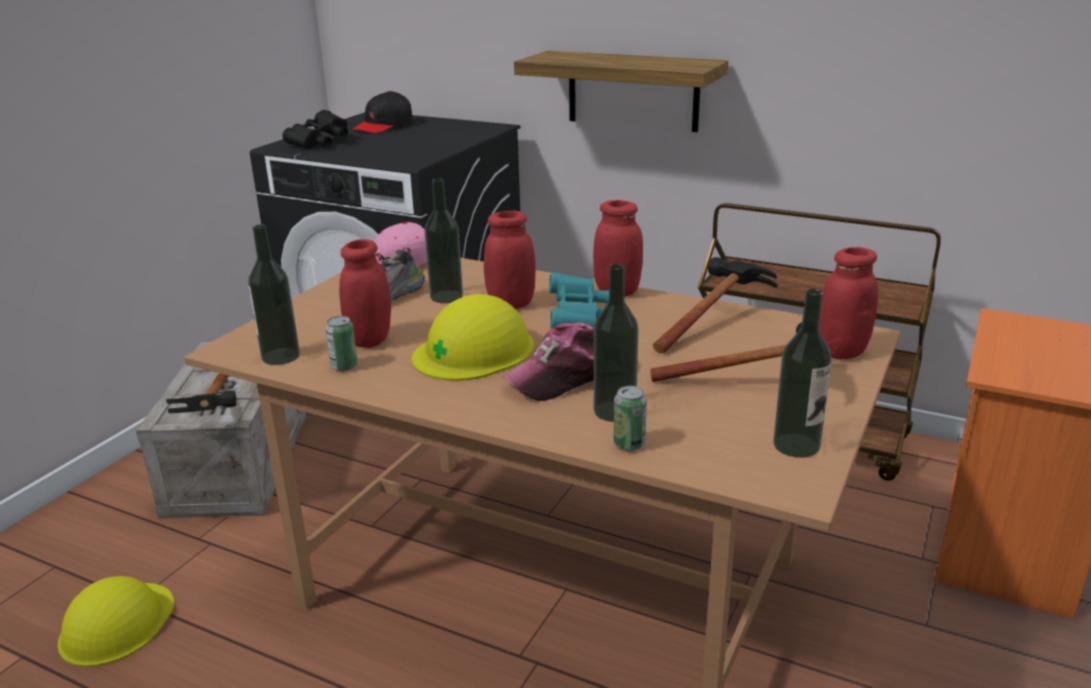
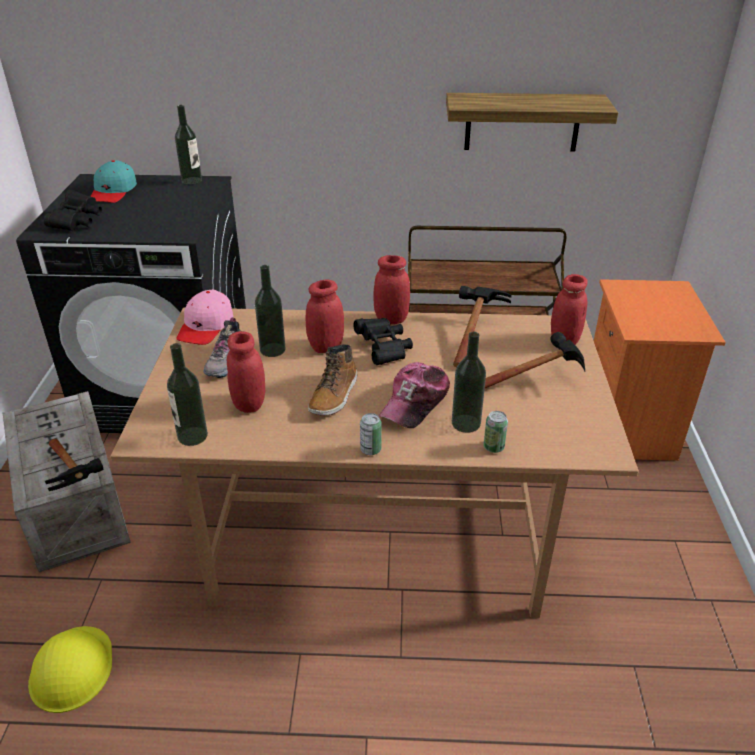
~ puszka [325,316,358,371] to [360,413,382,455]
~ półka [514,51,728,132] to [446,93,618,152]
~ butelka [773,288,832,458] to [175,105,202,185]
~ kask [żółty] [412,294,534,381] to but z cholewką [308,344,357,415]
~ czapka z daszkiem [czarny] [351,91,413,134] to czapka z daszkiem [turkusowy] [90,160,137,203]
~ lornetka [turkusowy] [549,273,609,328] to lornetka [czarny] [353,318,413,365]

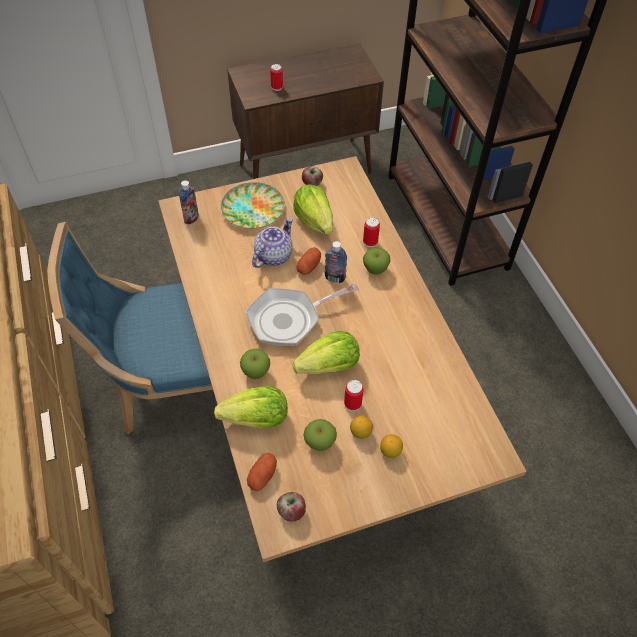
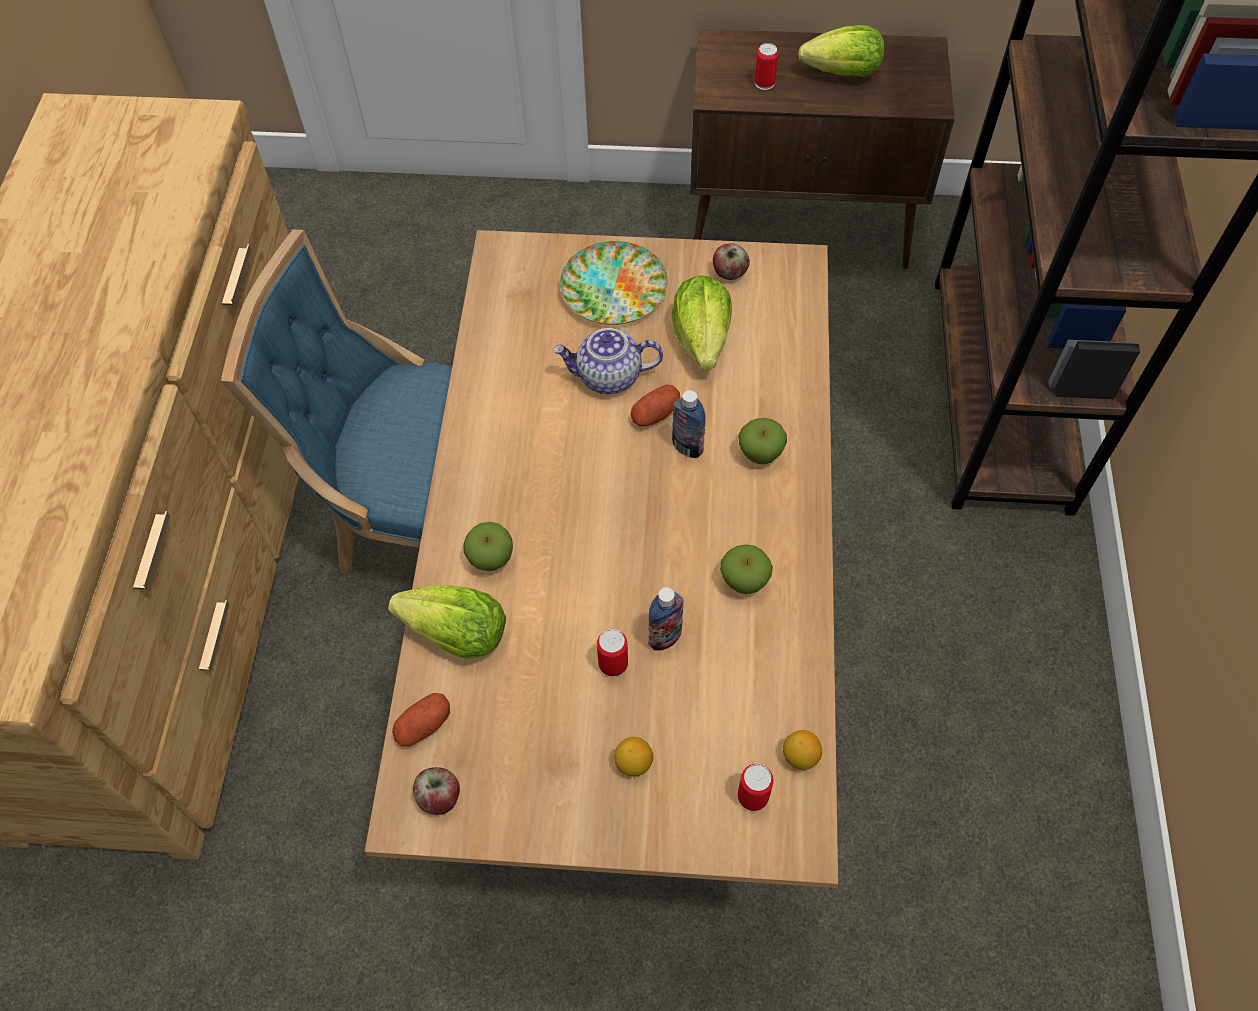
- patelnia [246,283,359,346]
~ butelka [179,180,199,225] to [648,587,684,651]
~ sałata [293,331,360,374] to [798,25,884,77]
~ jabłko [303,419,337,451] to [720,544,773,594]
~ cytryna [350,415,373,439] to [783,730,822,770]
~ puszka [363,217,380,247] to [738,764,774,811]
~ imbryk [252,218,293,268] = [553,328,663,394] 150 degrees counterclockwise

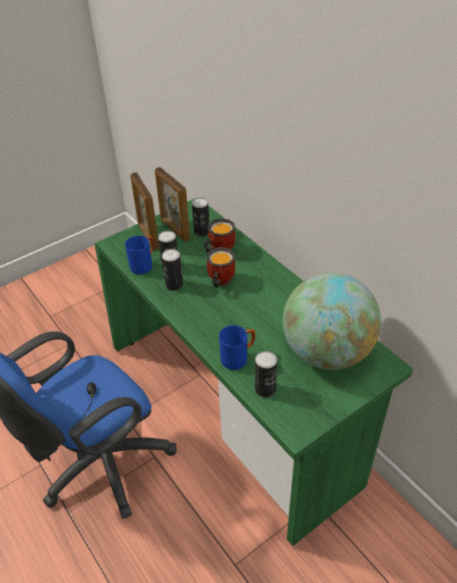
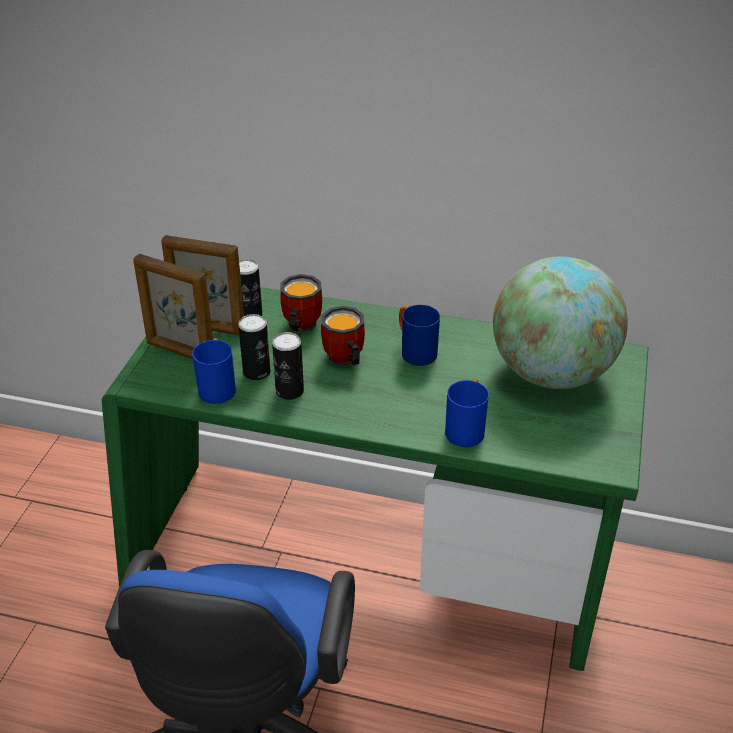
- puszka [255,351,277,397]
+ kubek [niebieski] [399,305,440,366]

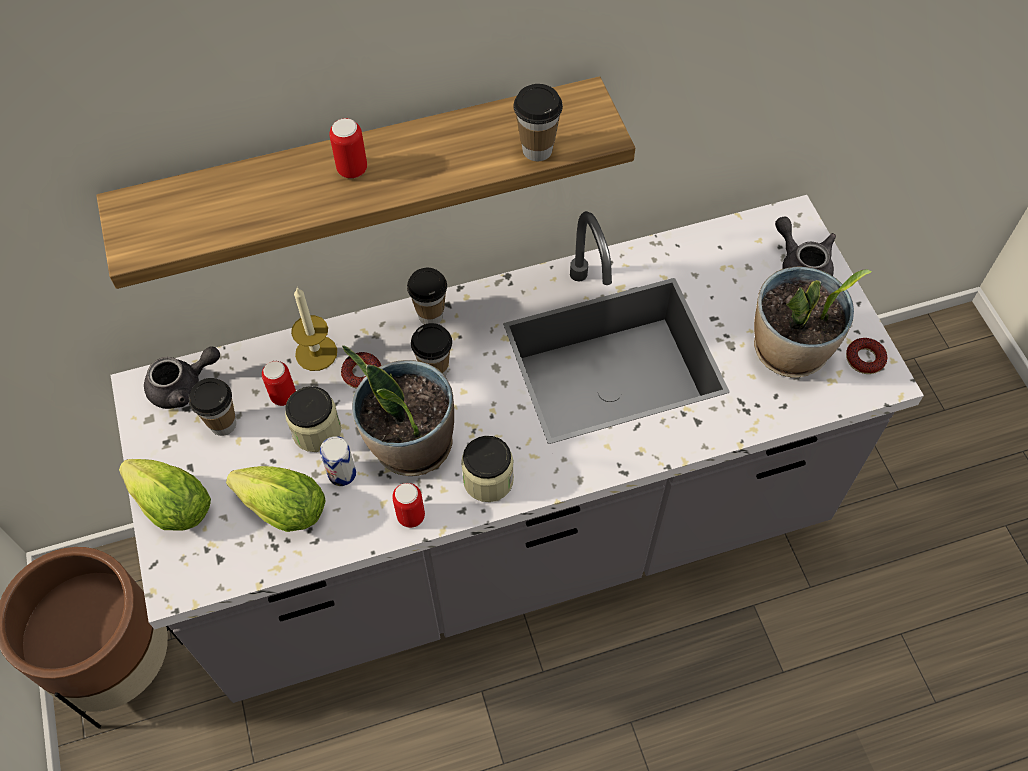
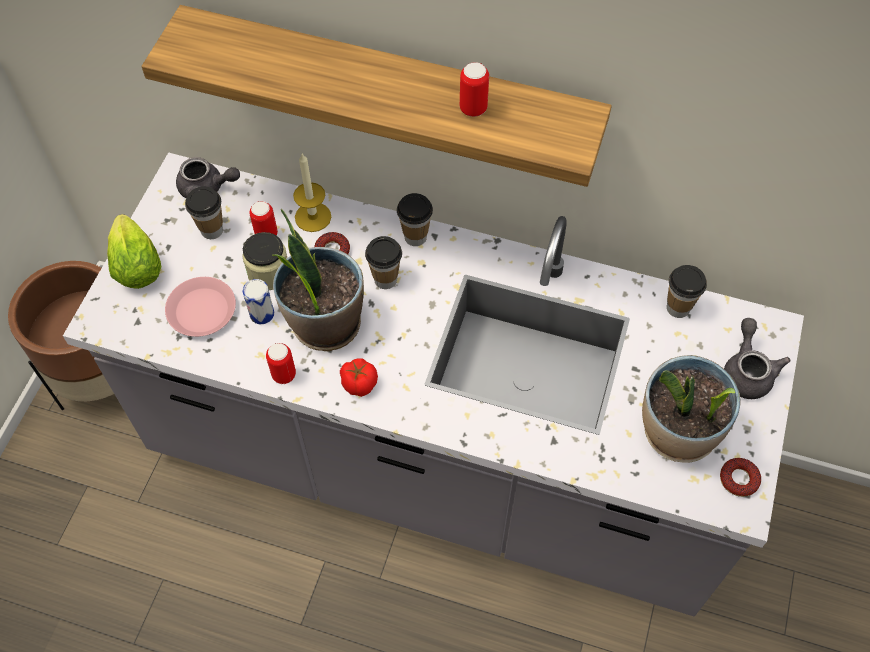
~ puszka [329,118,367,179] to [460,62,489,117]
~ filiżanka [513,84,563,161] to [667,265,707,318]
~ sałata [226,466,326,532] to talerz [różowy] [165,277,236,337]
~ słoik [461,436,514,502] to pomidor [340,358,378,397]

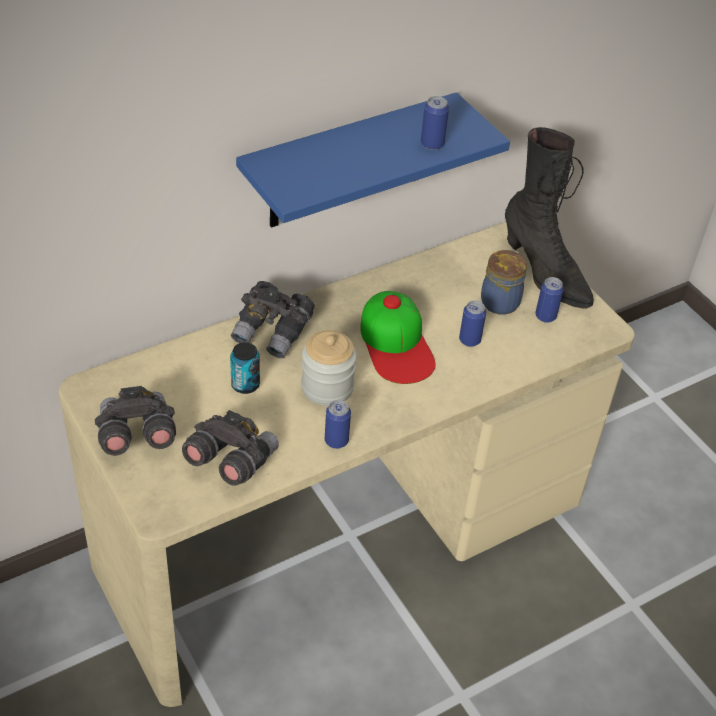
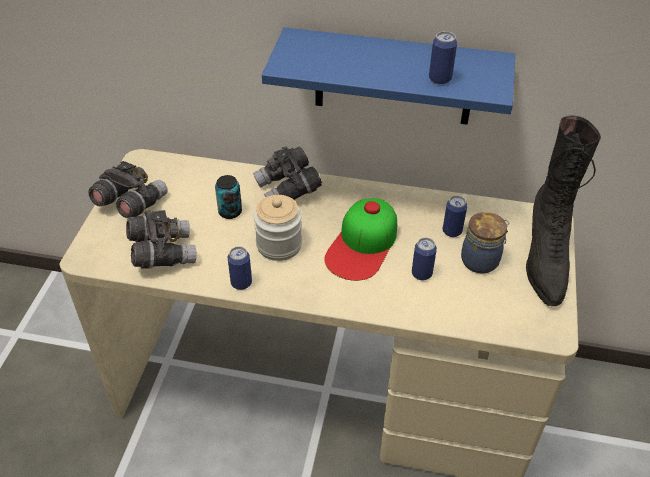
~ puszka [535,277,564,323] to [443,195,467,237]

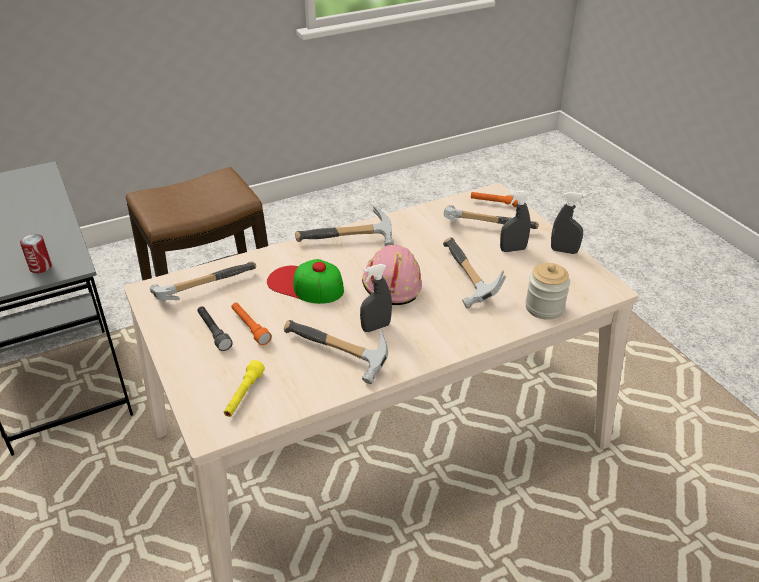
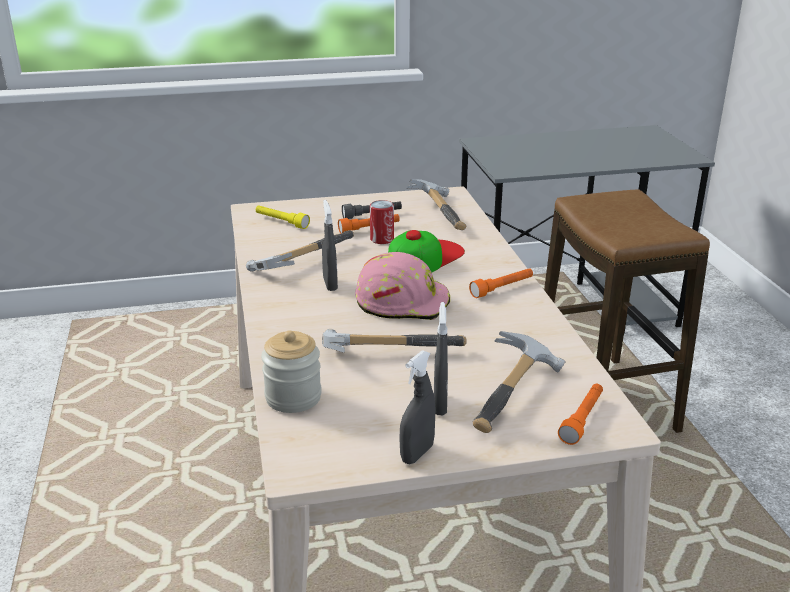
~ puszka [20,234,52,273] to [370,200,394,244]
~ młotek [295,206,394,246] to latarka [pomarańczowy] [469,268,533,298]

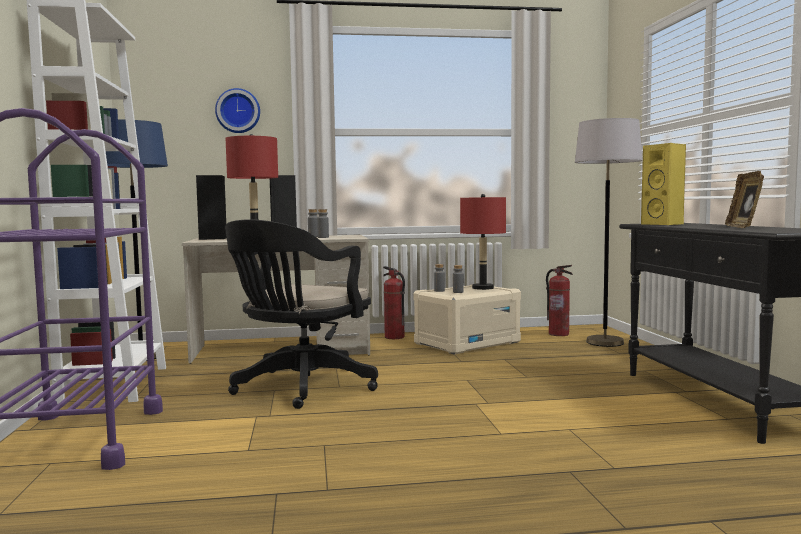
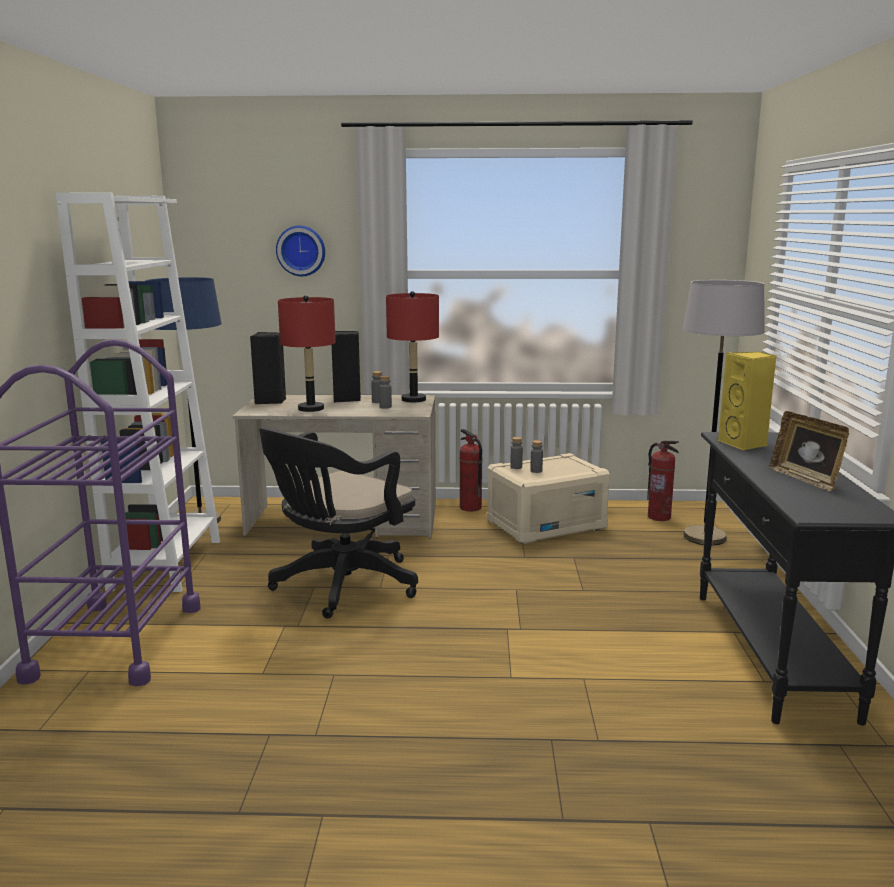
~ lampa stołowa [czerwony] [460,194,506,290] to [386,291,439,402]
~ ramka na zdjęcie [725,171,764,228] = [769,411,849,491] 45 degrees counterclockwise

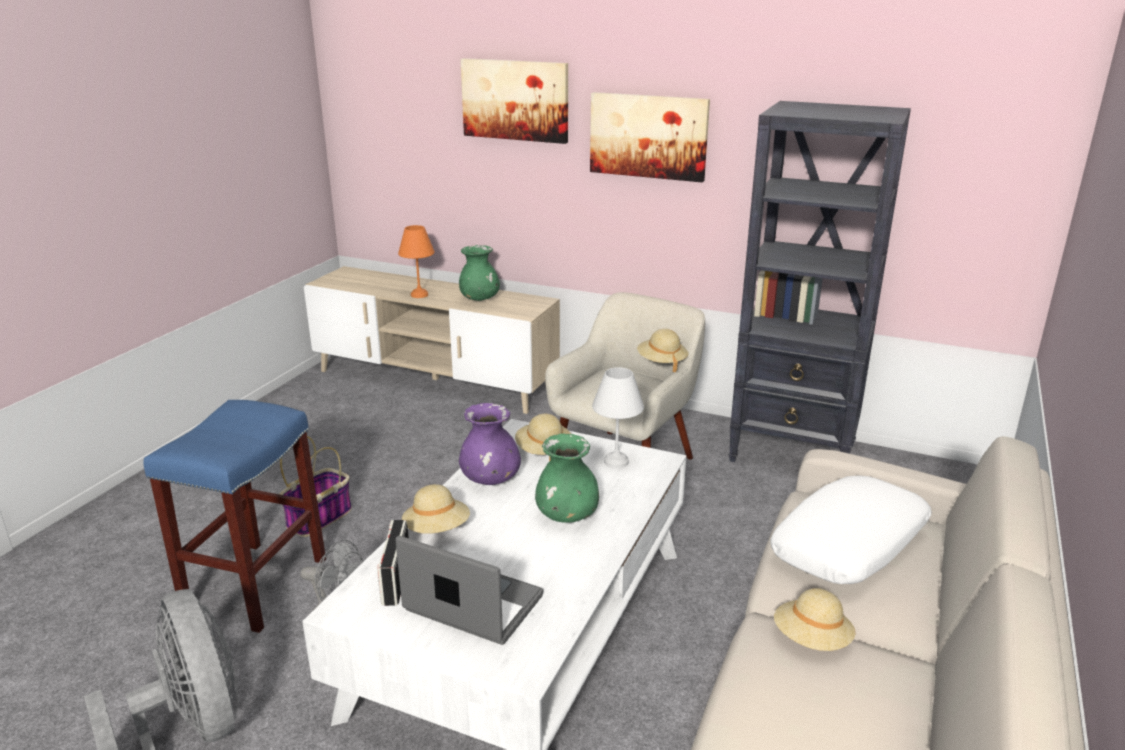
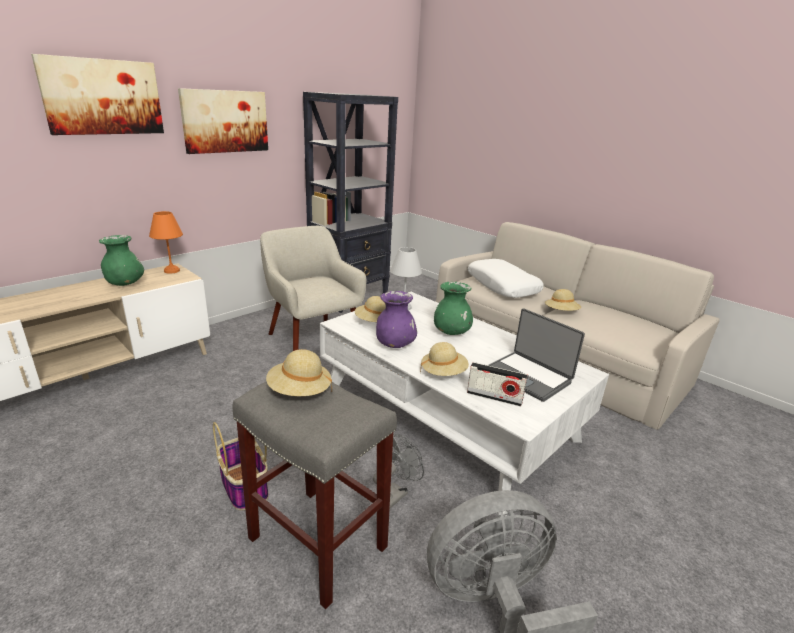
~ lampa stołowa [pomarańczowy] [398,225,435,298] to [149,211,183,274]
~ kapelusz [beżowy] [637,329,689,372] to [266,349,332,396]
~ stołek [niebieski] [144,400,326,633] to stołek [szary] [232,381,397,609]
~ laptop [395,536,543,645] = [488,308,585,402] 90 degrees counterclockwise

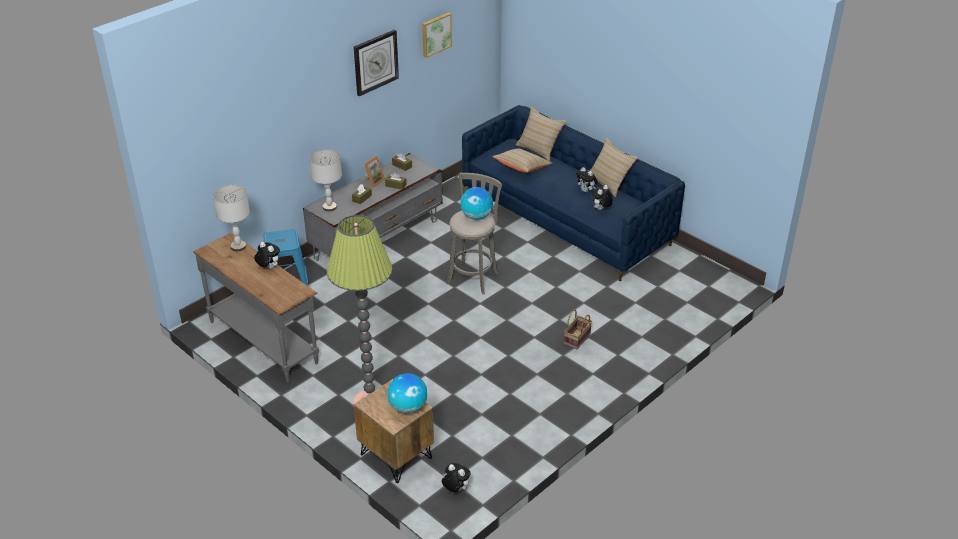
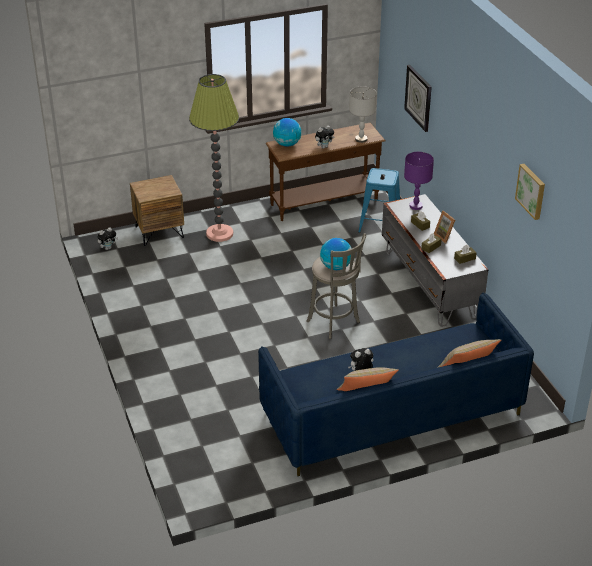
- poduszka [beżowy] [492,148,553,173]
- koszyk [564,309,592,350]
- pluszak [592,185,613,210]
~ zegar ścienny [354,30,399,96] to [404,65,432,132]
~ globus [388,373,427,413] to [273,118,301,147]
~ stolik konsolowy [szary] [193,233,319,382] to stolik konsolowy [brązowy] [266,123,386,221]
~ lampa stołowa [szary] [309,149,342,211] to lampa stołowa [fioletowy] [404,152,434,210]

